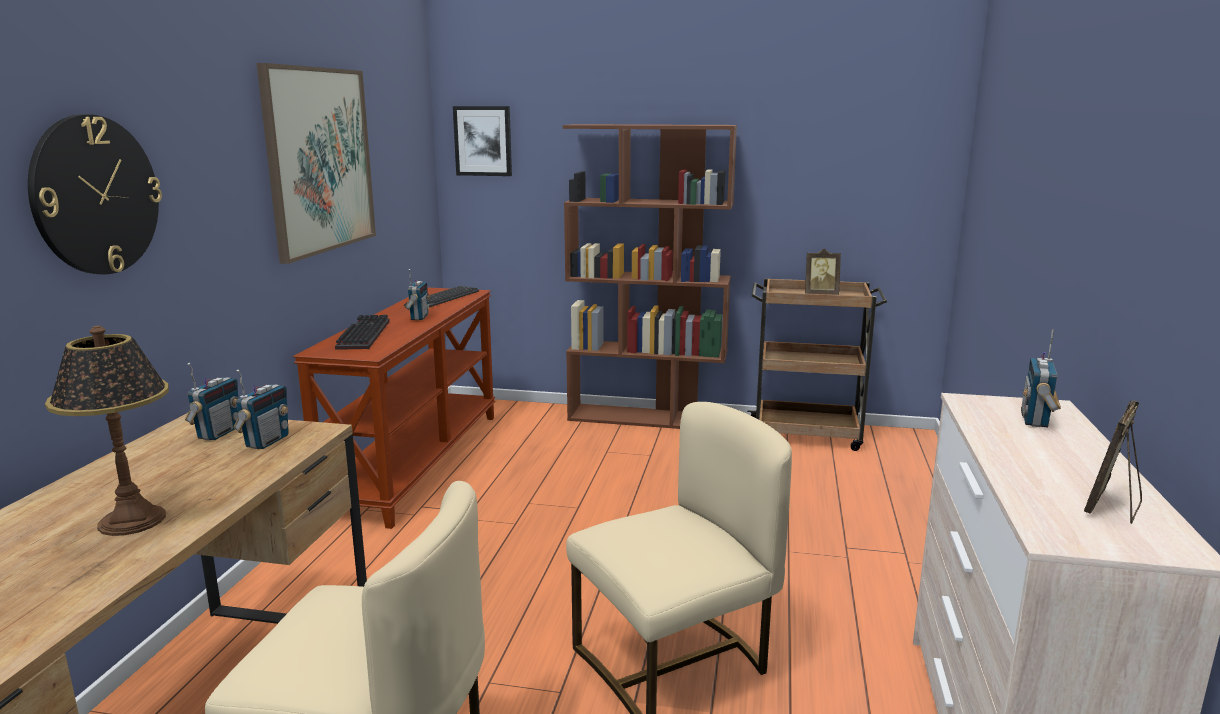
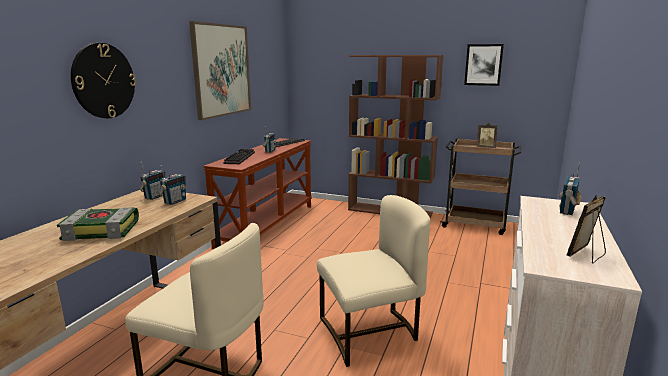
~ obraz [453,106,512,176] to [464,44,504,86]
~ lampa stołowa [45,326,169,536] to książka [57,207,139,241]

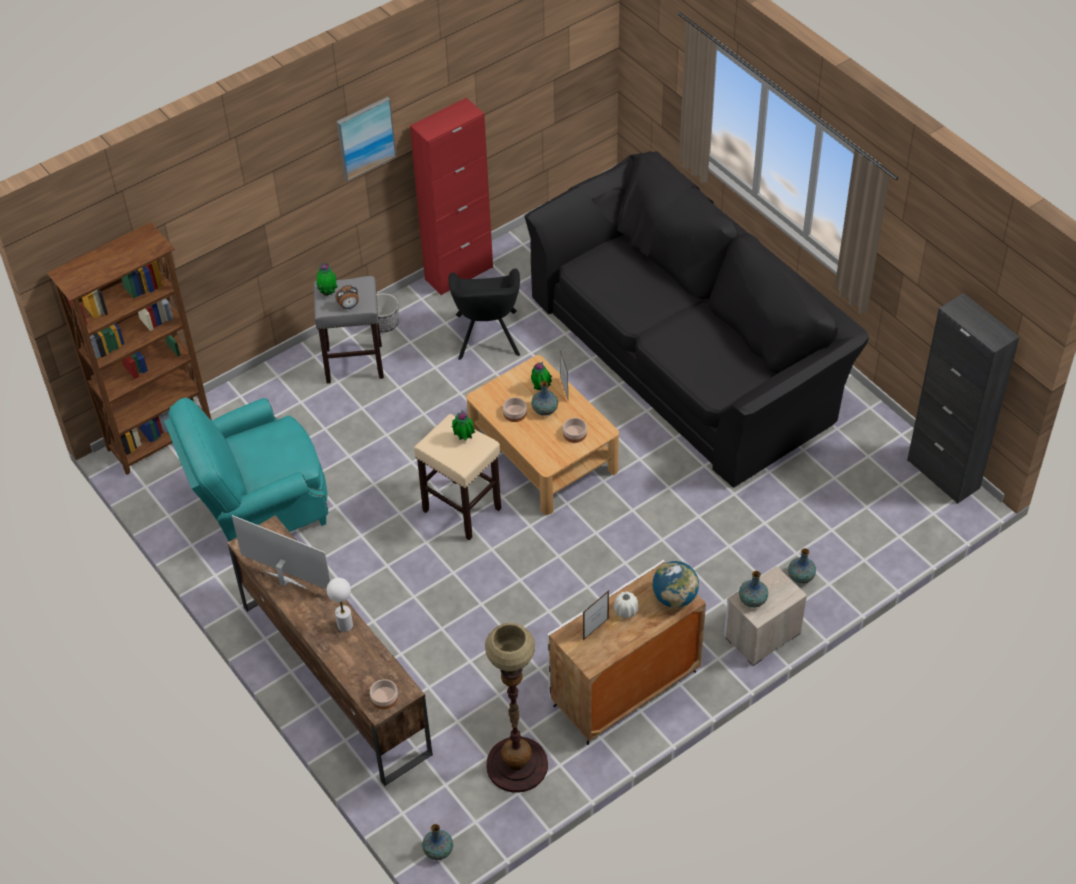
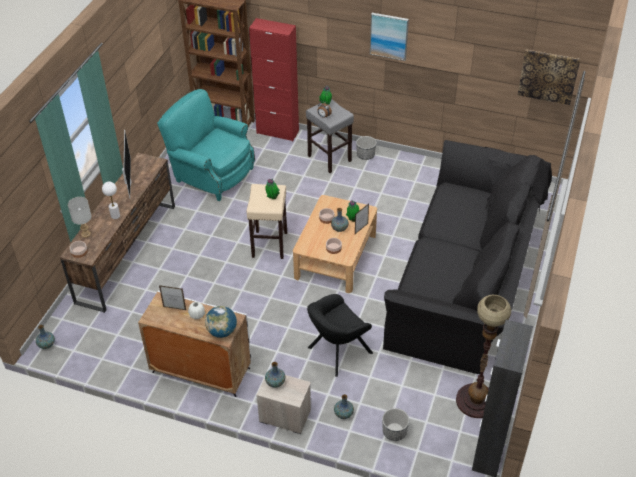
+ lampa stołowa [szary] [68,197,92,238]
+ donica [382,408,409,441]
+ obraz [518,49,581,105]
~ szafka [czerwony] [410,98,493,296] to [249,18,299,141]
~ fotel [czarny] [449,269,520,360] to [307,294,373,377]
~ lampa stojąca [485,623,548,793] to [456,295,511,418]

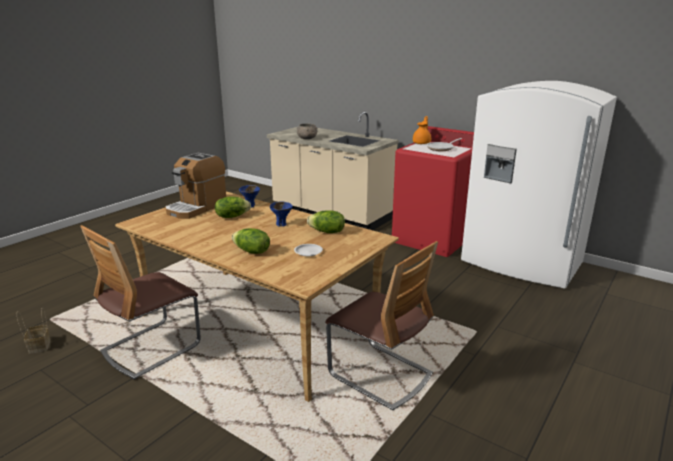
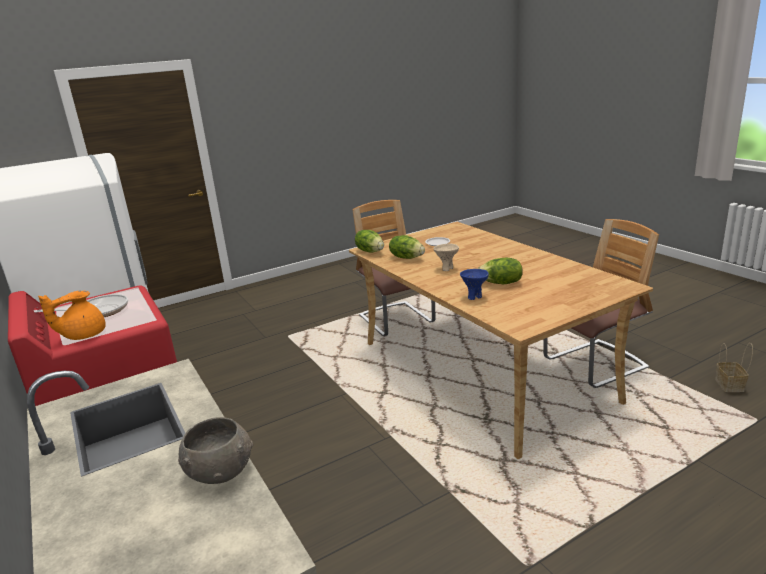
- ekspres do kawy [166,153,226,219]
~ sałata [232,228,270,254] to [355,230,384,253]
~ miska [niebieski] [270,202,293,227] to miska [beżowy] [433,244,459,271]

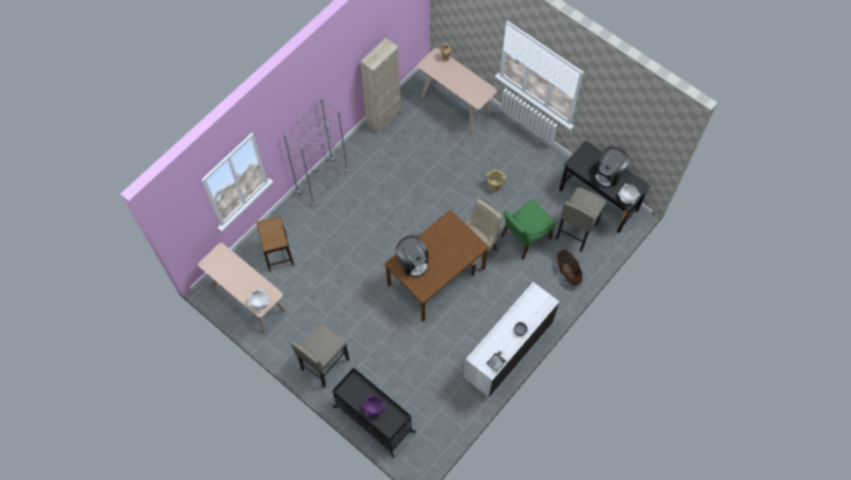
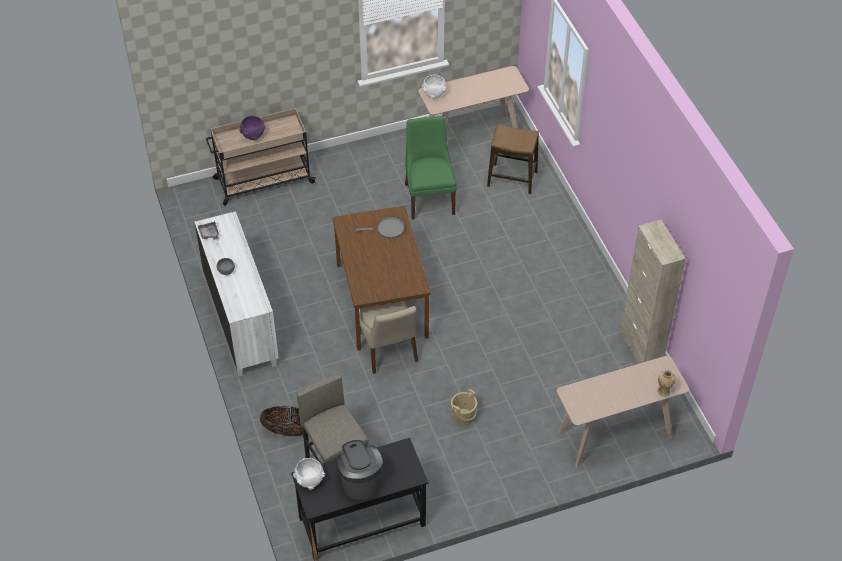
- regał [szary] [283,99,348,205]
- stołek [szary] [290,322,349,388]
~ krzesło [zielony] [501,199,555,260] to [405,116,457,220]
~ ekspres do kawy [395,235,428,277] to patelnia [szary] [356,217,405,238]
~ wózek [czarny] [331,367,416,458] to wózek [beżowy] [206,108,316,206]

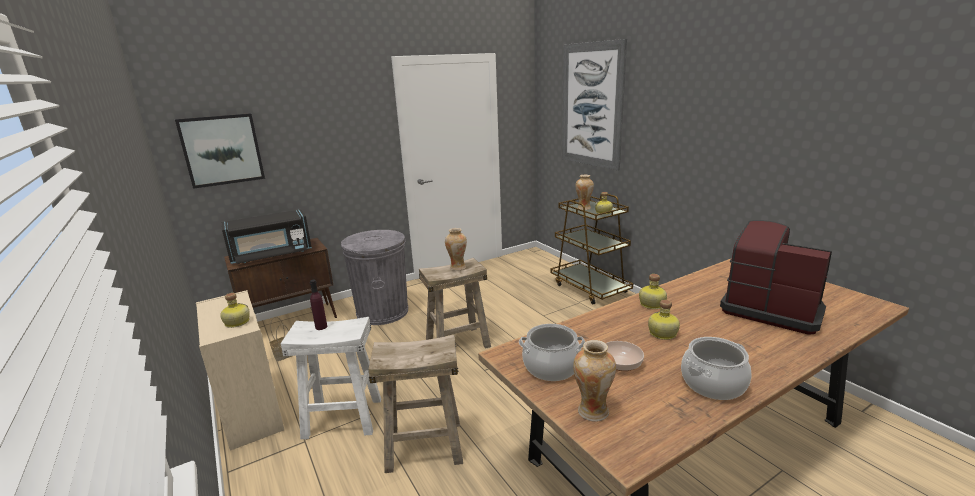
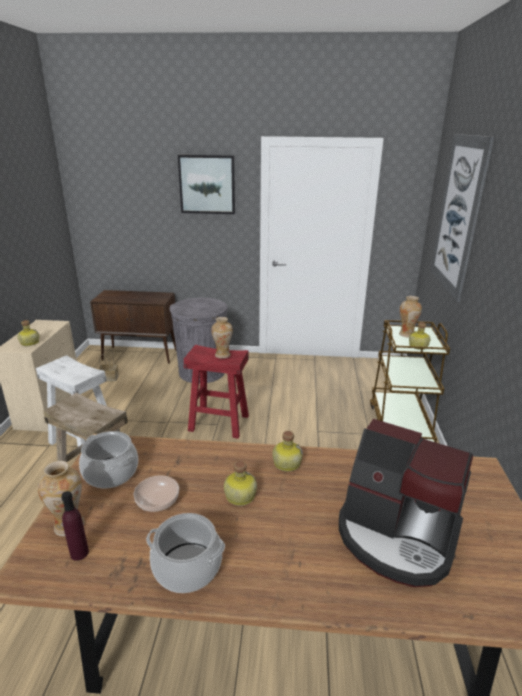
- mikrofalówka [czarny] [222,209,312,264]
~ obraz [175,113,265,189] to [178,155,235,214]
~ butelka [fioletowy] [310,280,327,330] to [61,491,89,561]
~ stołek [beżowy] [419,258,491,349] to stołek [czerwony] [184,345,249,439]
~ ekspres do kawy [720,220,832,335] = [339,419,473,587] 135 degrees clockwise

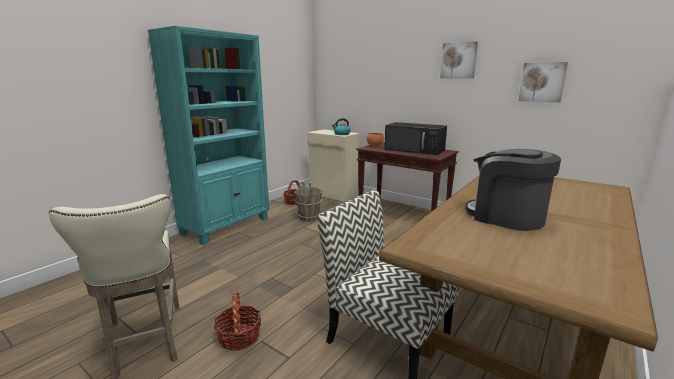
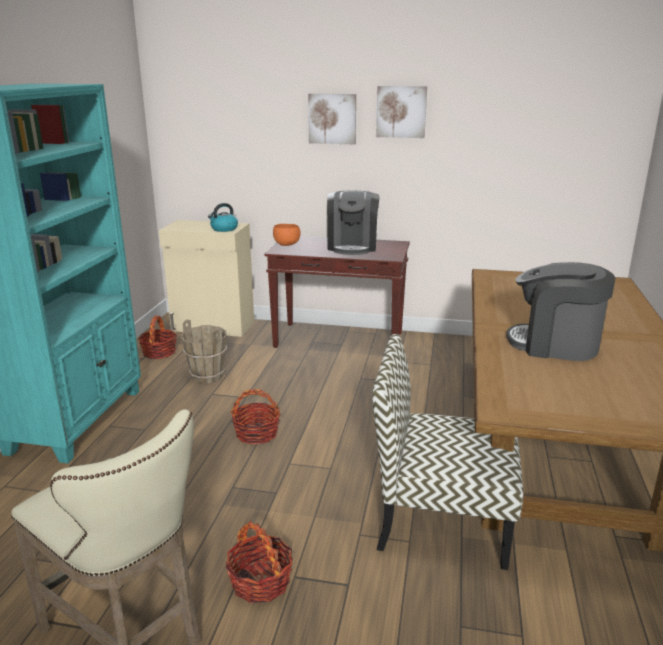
+ koszyk [231,389,280,445]
~ obraz [518,62,568,102] to [308,94,356,144]
~ mikrofalówka [czarny] [384,122,447,155] to ekspres do kawy [327,191,380,255]

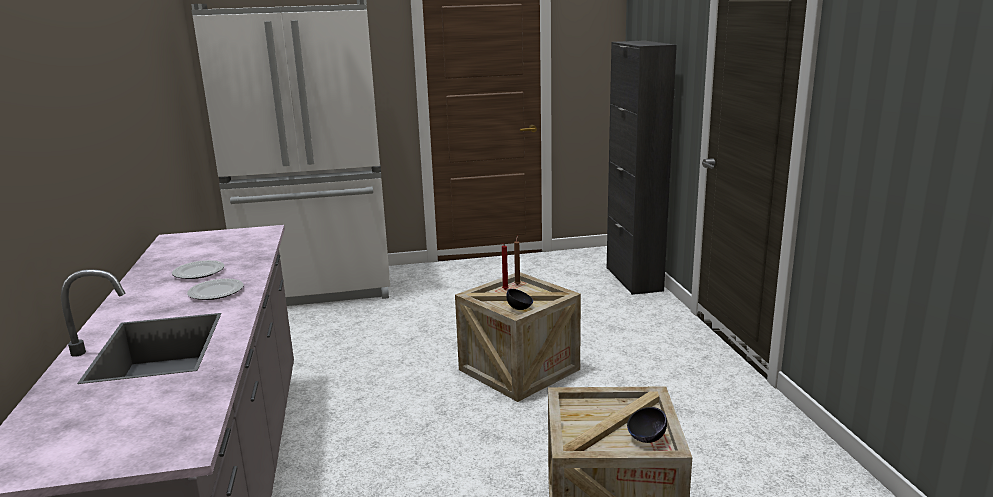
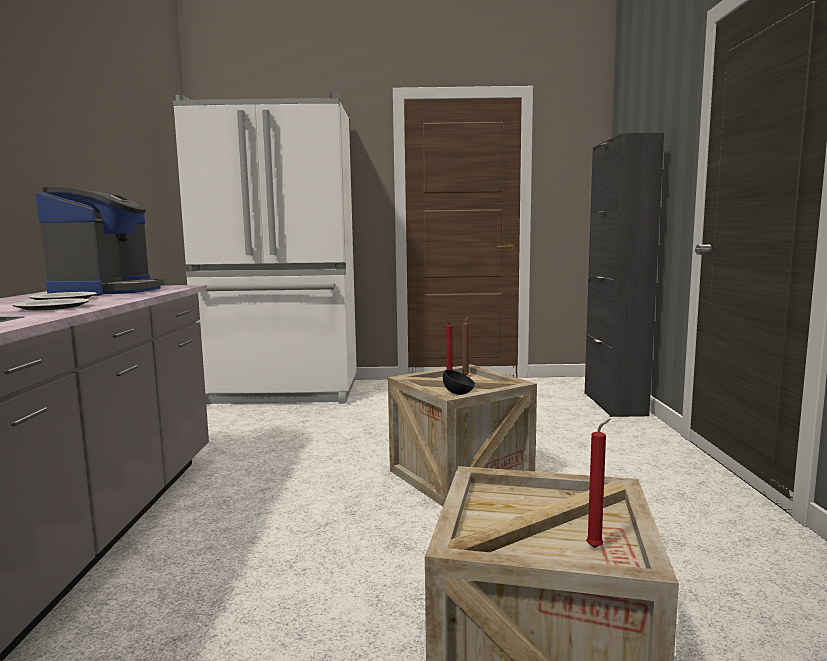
+ ekspres do kawy [35,187,165,296]
~ miska [czarny] [627,407,667,443] to świeca [czerwony] [586,419,611,548]

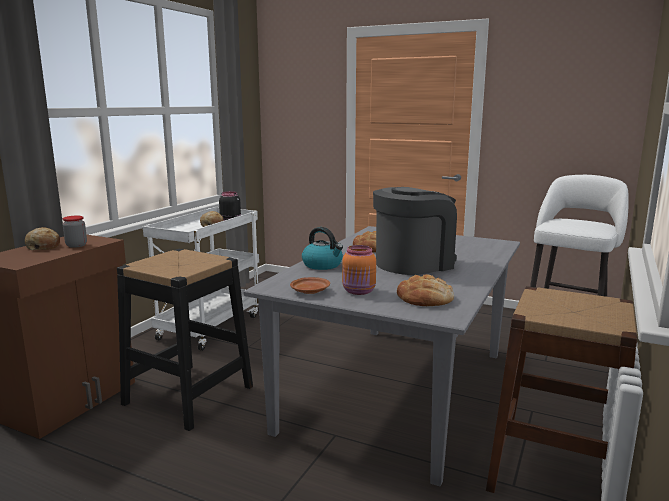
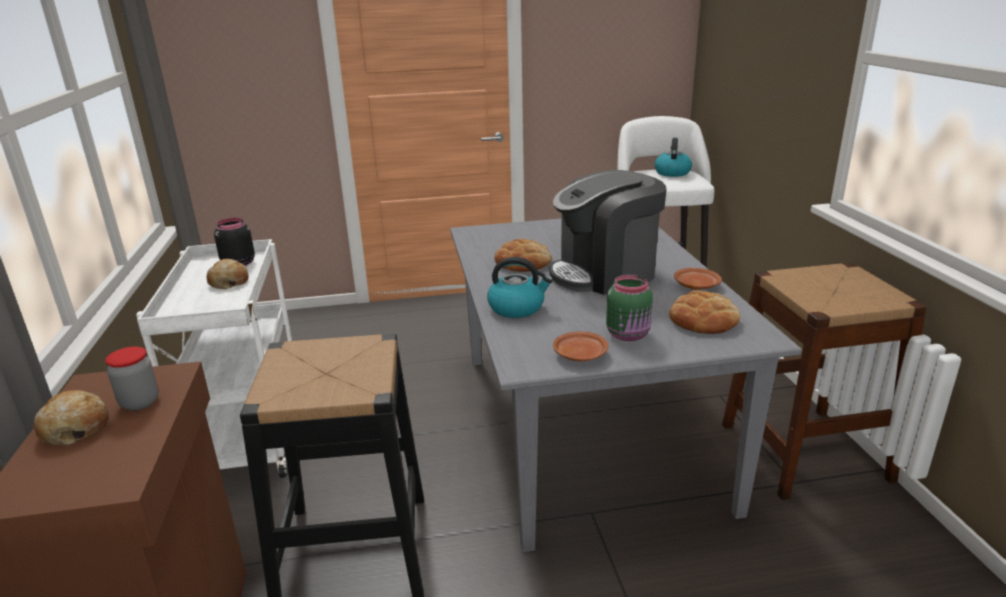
+ czajnik [654,138,692,177]
+ talerz [brązowy] [674,268,722,290]
~ słoik [pomarańczowy] [342,245,376,295] to słoik [zielony] [606,275,653,341]
~ ekspres do kawy [373,187,457,275] = [549,170,667,295] 135 degrees counterclockwise

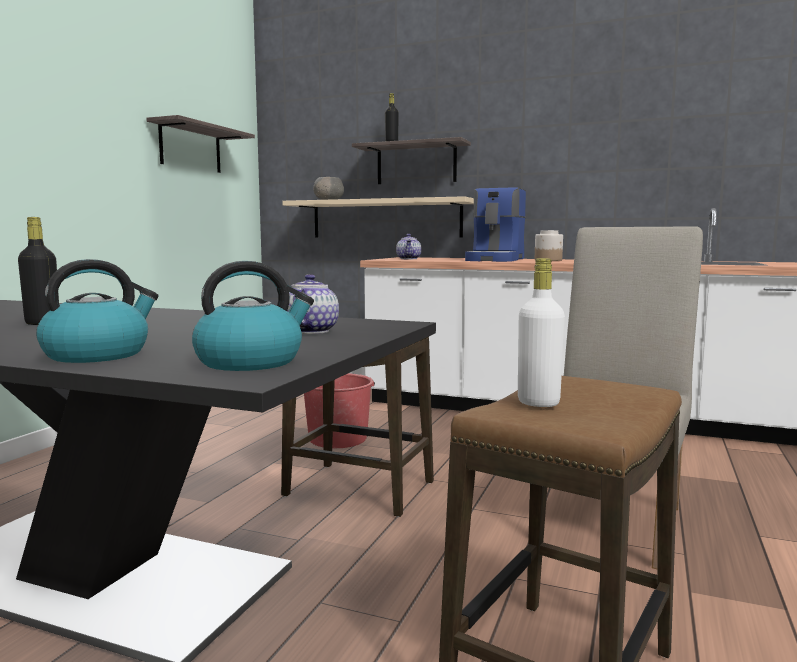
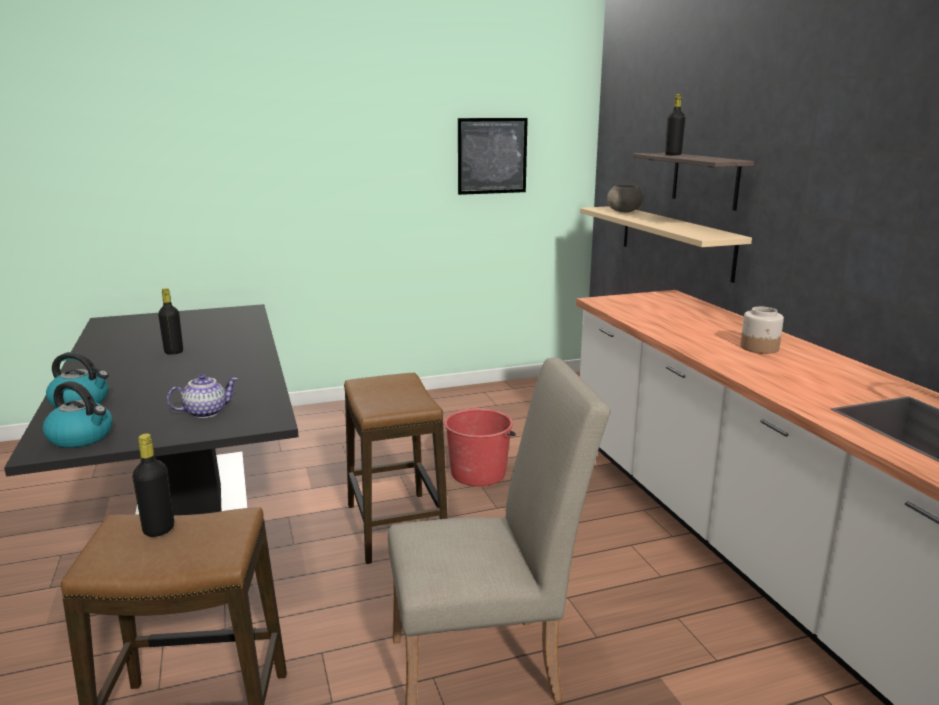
- imbryk [396,234,422,259]
- ekspres do kawy [465,187,526,262]
~ półka [146,115,255,173] to obraz [458,118,528,195]
~ butelka [biały] [518,258,565,407] to butelka [czarny] [132,434,174,537]

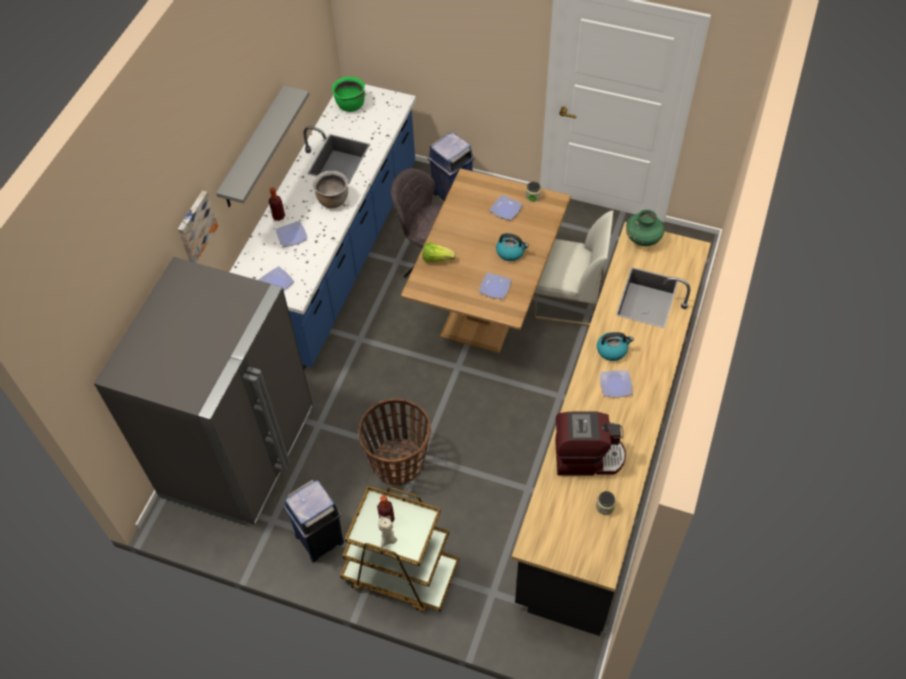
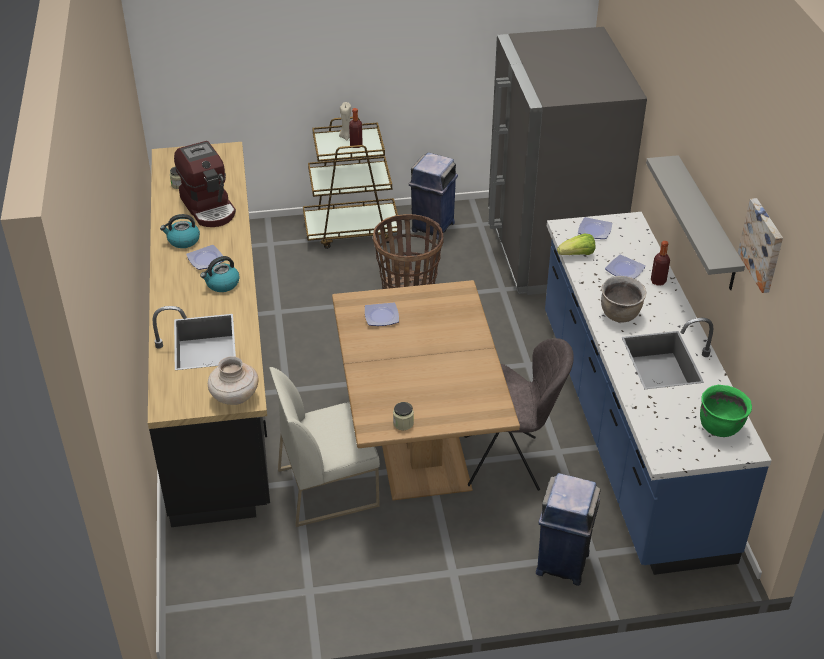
- talerz [489,195,523,220]
~ obraz [178,191,218,263] to [738,198,783,293]
~ sałata [422,242,456,263] to [557,234,595,255]
~ czajnik [496,233,529,261] to [160,214,200,248]
~ wazon [zielony] [626,210,664,246] to wazon [beżowy] [208,356,259,405]
~ ekspres do kawy [555,411,626,476] = [174,141,236,227] 90 degrees counterclockwise

